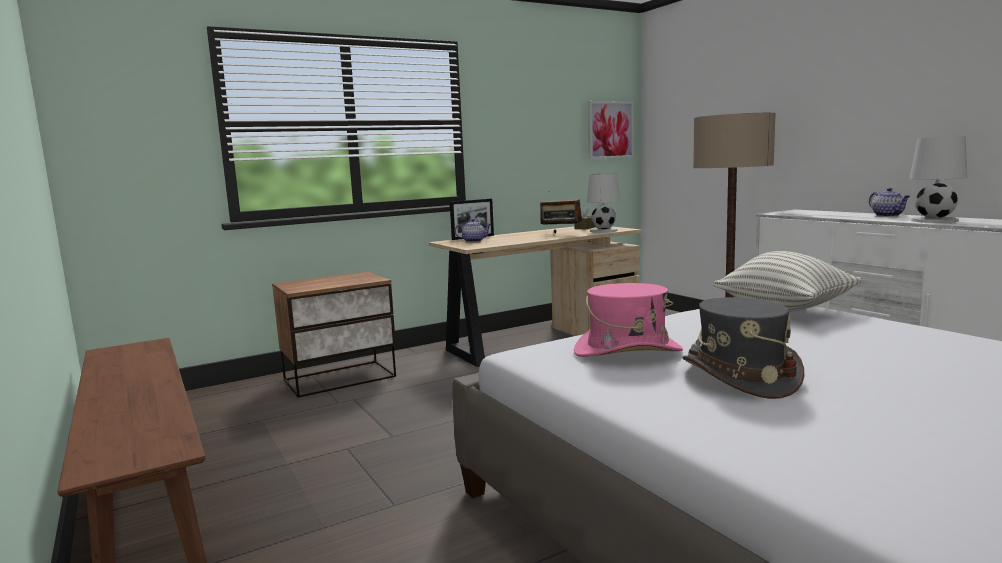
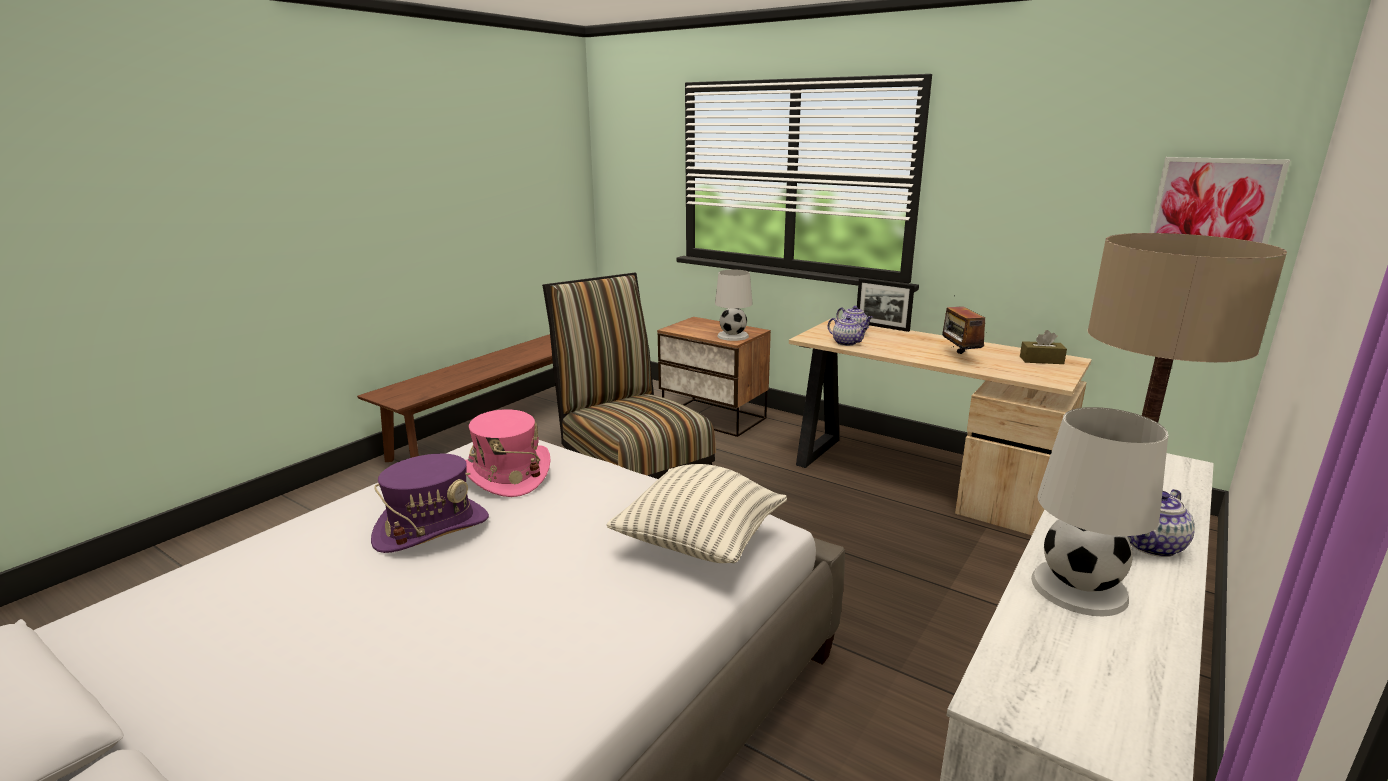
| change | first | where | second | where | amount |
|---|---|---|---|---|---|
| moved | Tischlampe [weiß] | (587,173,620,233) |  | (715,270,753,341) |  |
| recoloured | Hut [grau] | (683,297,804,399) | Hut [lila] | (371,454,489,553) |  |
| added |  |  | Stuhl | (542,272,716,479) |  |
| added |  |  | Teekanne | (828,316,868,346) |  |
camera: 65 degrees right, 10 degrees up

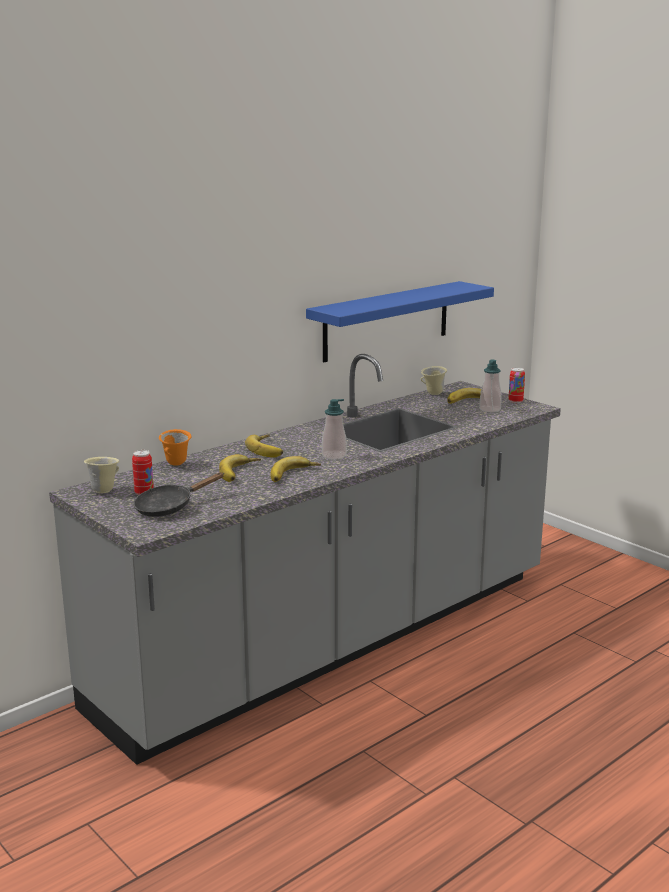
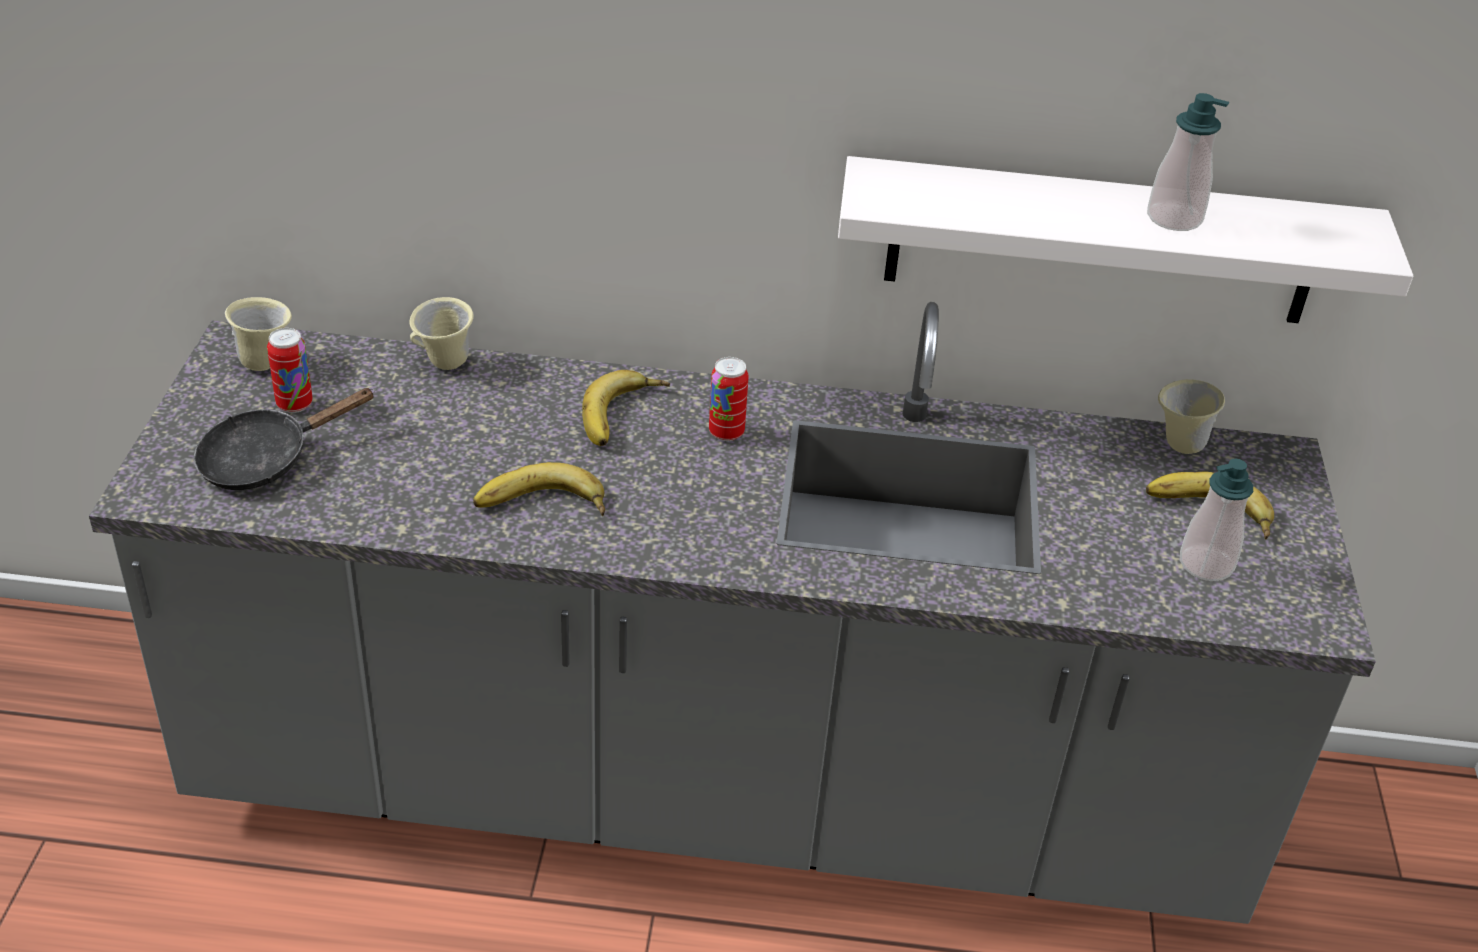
| change | first | where | second | where | amount |
|---|---|---|---|---|---|
| turned | Pfanne [schwarz] | (134,472,223,517) |  | (194,388,375,490) | 45 degrees counterclockwise |
| recoloured | Henkelbecher [orange] | (159,429,191,466) | Henkelbecher [beige] | (410,297,474,370) |  |
| removed | Banane | (219,454,261,482) |  |  |  |
| recoloured | Wandregal [blau] | (306,281,494,362) | Wandregal [weiß] | (838,156,1413,323) |  |
| moved | Seifenspender | (322,399,347,460) |  | (1147,93,1229,231) |  |
| moved | Dose | (508,367,525,403) |  | (709,357,749,441) |  |
camera: 45 degrees right, 20 degrees up

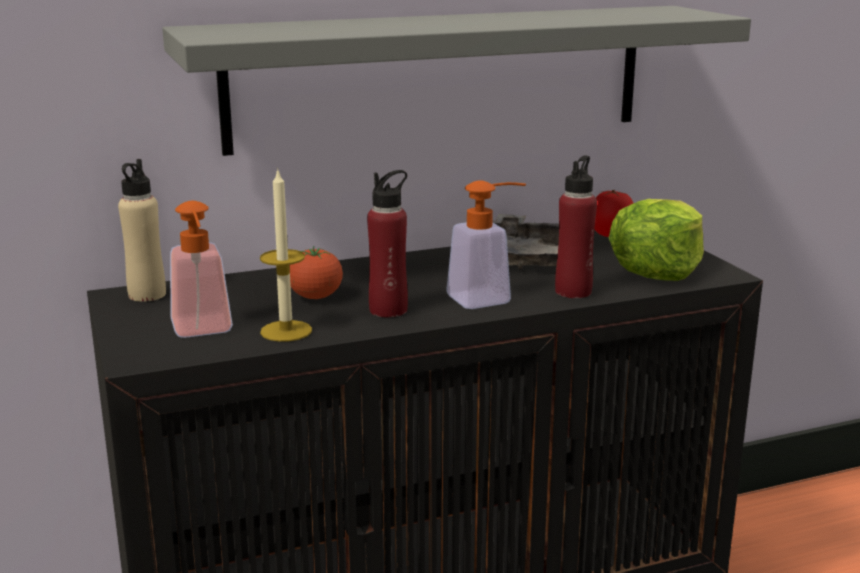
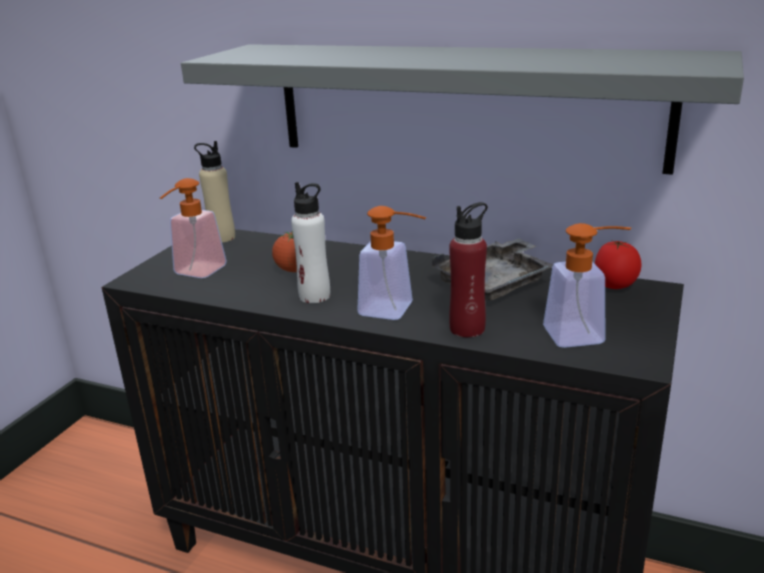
| change | first | where | second | where | amount |
|---|---|---|---|---|---|
| removed | Kerze | (260,168,312,342) |  |  |  |
| recoloured | Flasche [rot] | (367,170,408,317) | Flasche [weiß] | (291,182,330,303) |  |
| replaced | Salatkopf | (608,199,704,281) | Seifenspender | (543,223,631,348) |  |
camera: 45 degrees right, 5 degrees up

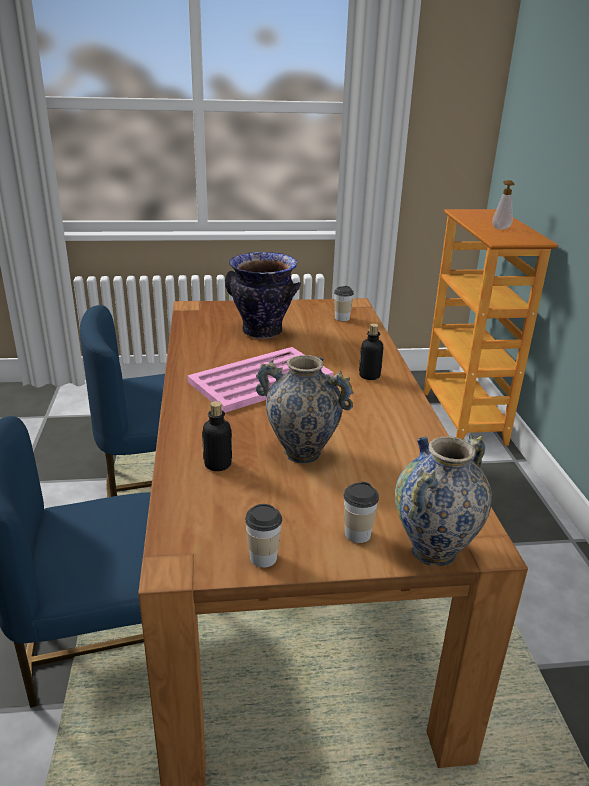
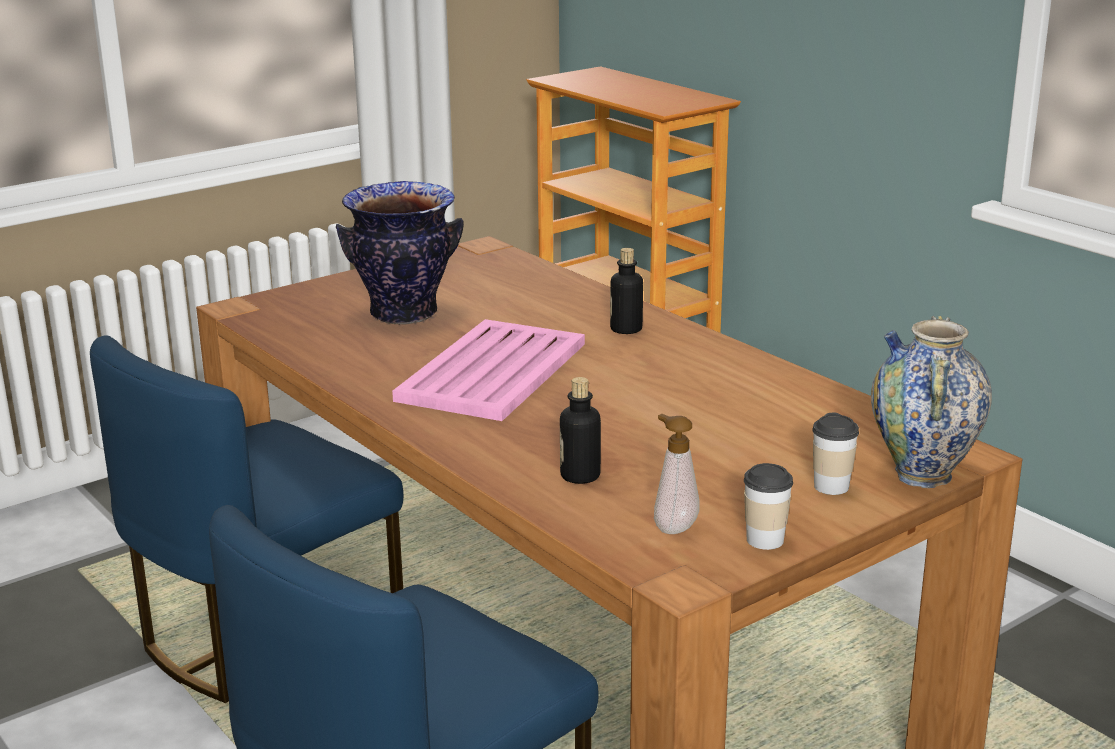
| change | first | where | second | where | amount |
|---|---|---|---|---|---|
| removed | Vase | (256,355,354,464) |  |  |  |
| removed | Tasse | (334,286,354,321) |  |  |  |
| moved | Seifenspender | (492,180,514,230) |  | (654,414,699,534) |  |
camera: 30 degrees left, 5 degrees down

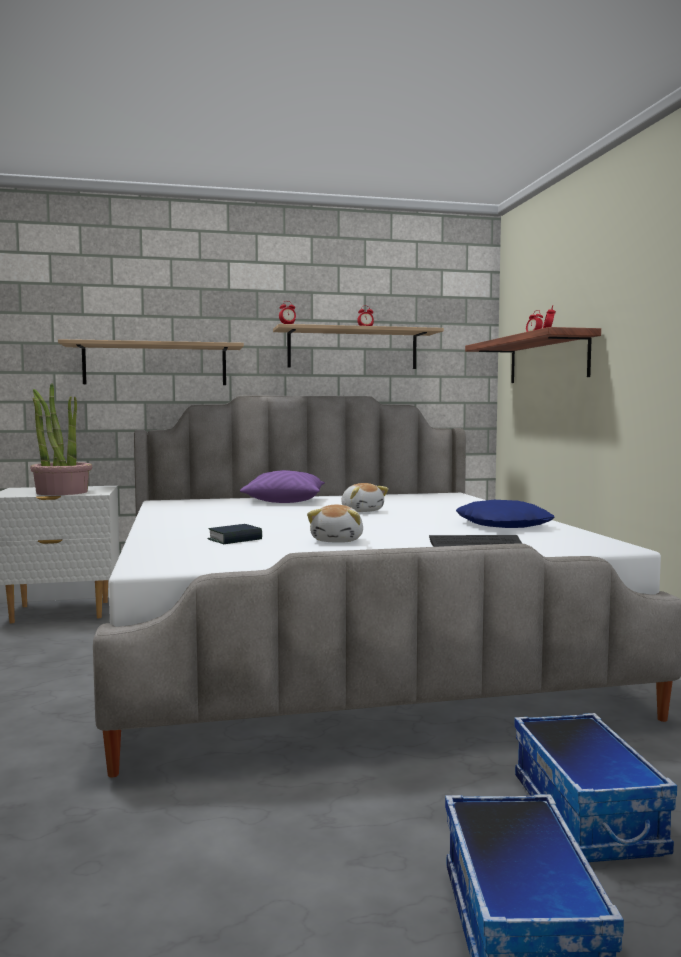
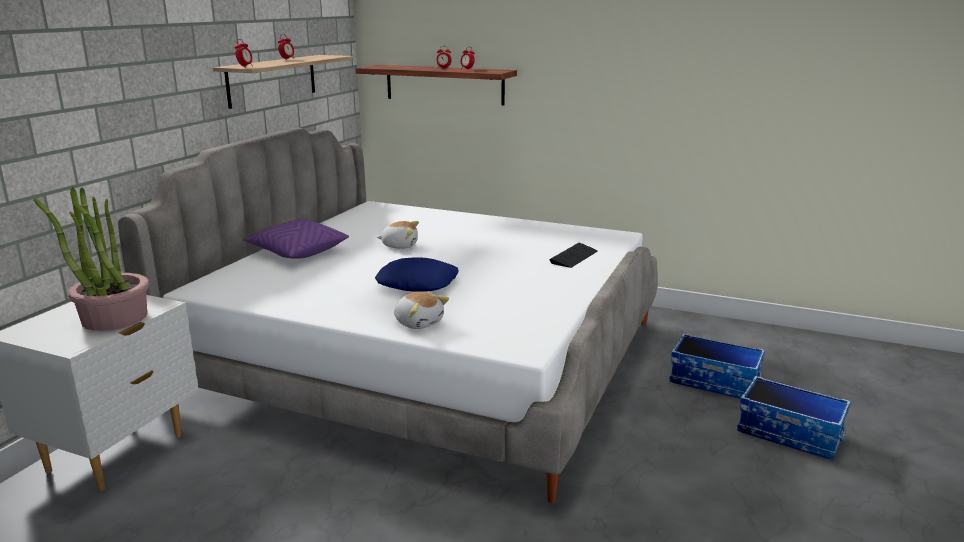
| change | first | where | second | where | amount |
|---|---|---|---|---|---|
| removed | Wandregal | (58,339,244,385) |  |  |  |
| removed | Buch | (208,524,262,544) |  |  |  |
| moved | Plüschtier | (307,505,363,543) |  | (394,292,449,329) |  |
| moved | Kissen [blau] | (456,500,554,528) |  | (375,258,459,292) |  |
camera: 55 degrees left, 15 degrees up

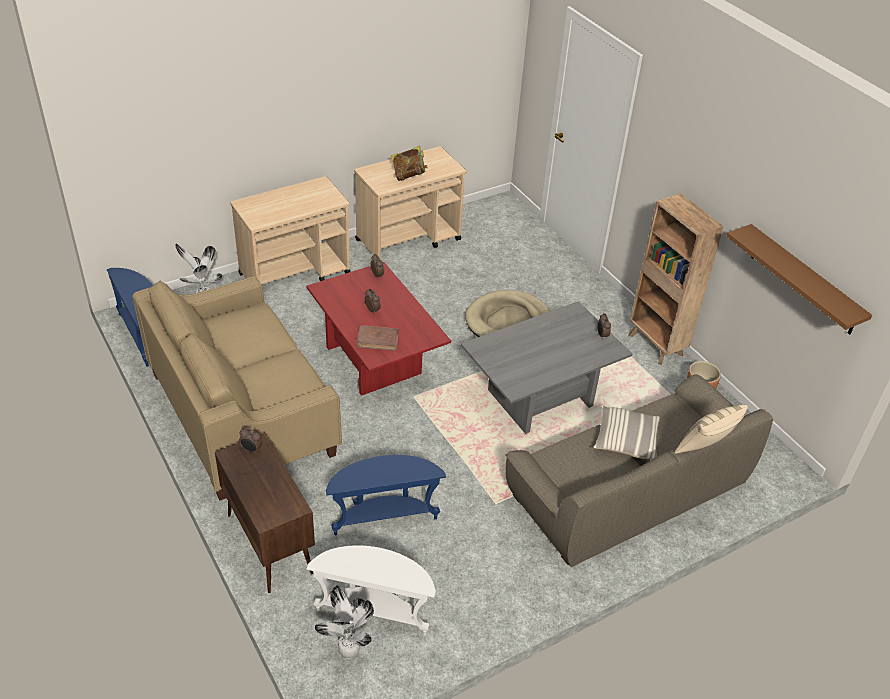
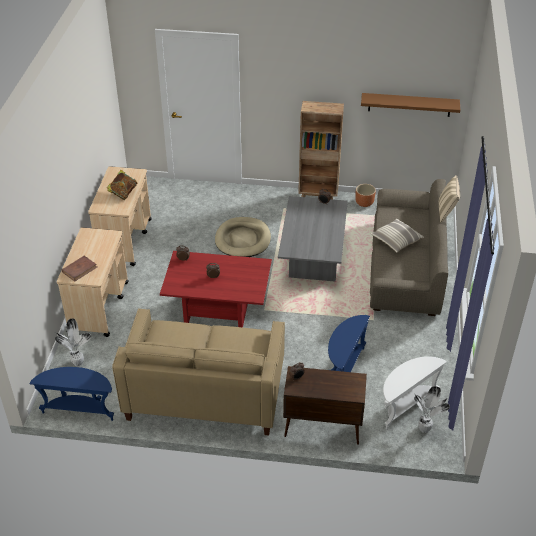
| change | first | where | second | where | amount |
|---|---|---|---|---|---|
| moved | Buch [braun] | (356,325,399,351) |  | (62,256,97,282) |  |
camera: 50 degrees left, 0 degrees up

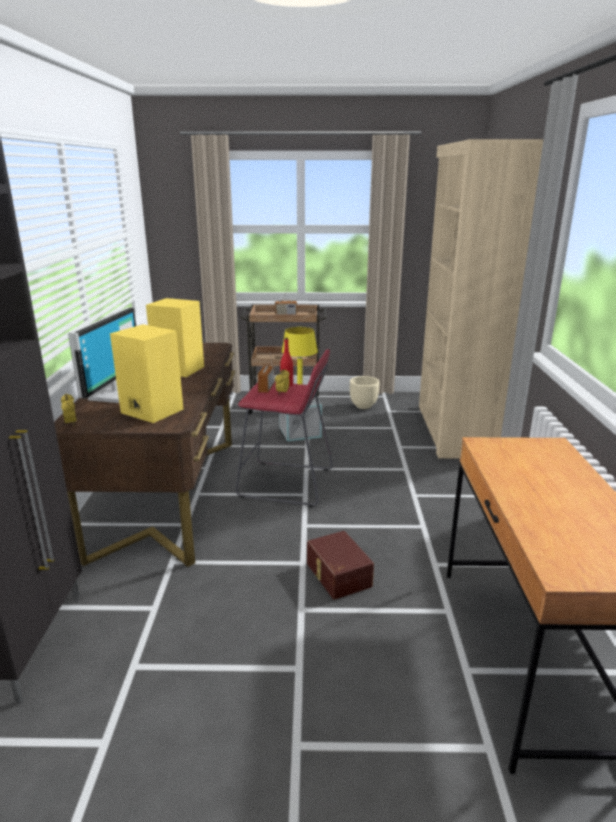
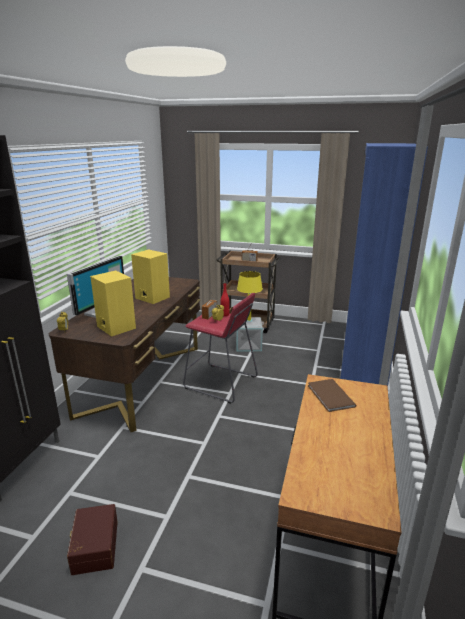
| change | first | where | second | where | amount |
|---|---|---|---|---|---|
| moved | Aufbewahrungsbox [braun] | (307,531,374,600) |  | (67,504,118,575) |  |
| removed | Pflanzkübel [beige] | (350,376,380,409) |  |  |  |
| recoloured | Bücherregal [beige] | (419,139,544,458) | Bücherregal [blau] | (340,143,428,386) |  |
| added |  |  | Buch [braun] | (308,379,357,412) |  |
camera: 15 degrees right, 0 degrees up

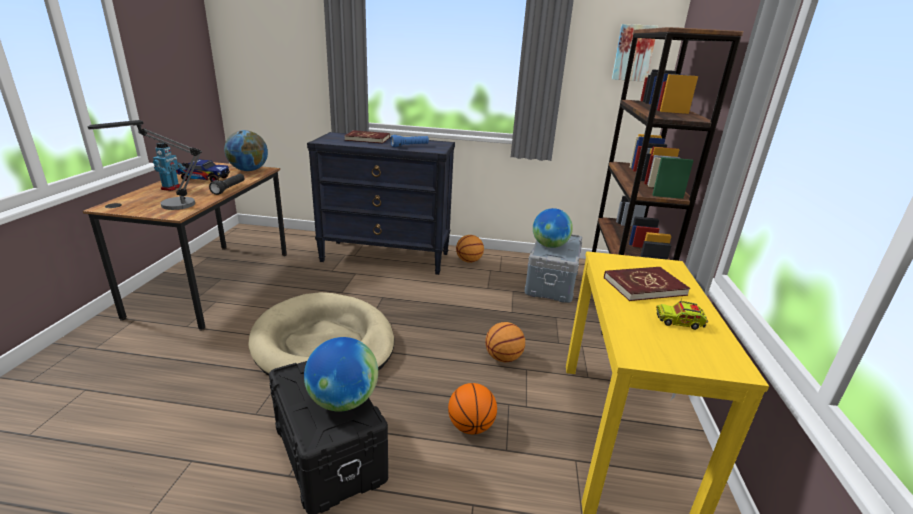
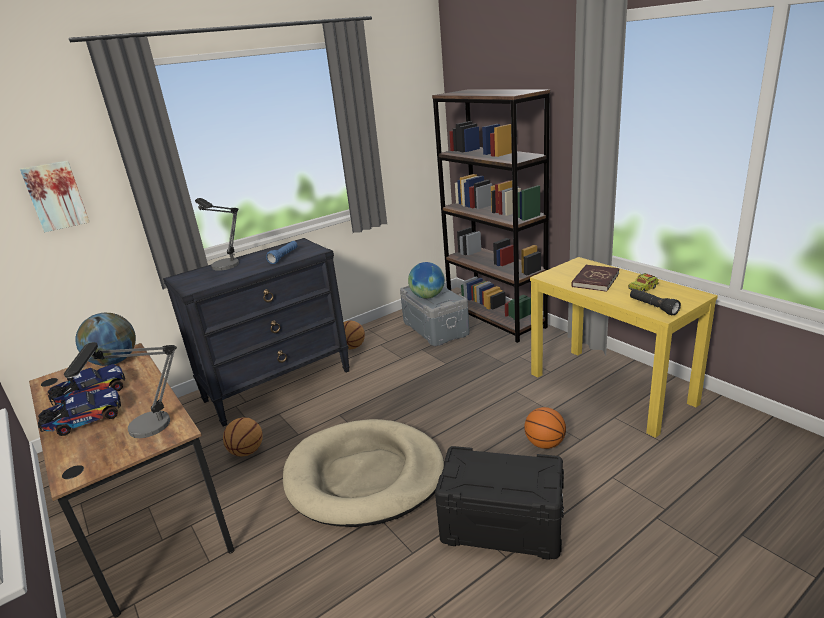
| change | first | where | second | where | amount |
|---|---|---|---|---|---|
| replaced | Spielzeugroboter | (153,142,186,191) | Spielzeuglaster | (38,387,121,436) |  |
| moved | Taschenlampe [schwarz] | (209,174,245,195) |  | (630,289,681,315) |  |
| removed | Globus | (304,337,378,412) |  |  |  |
| replaced | Buch [rot] | (344,130,390,144) | Tischlampe | (195,198,239,271) |  |
| moved | Basketball | (485,322,525,363) |  | (223,417,263,457) |  |
| moved | Bild | (612,24,658,82) |  | (20,161,90,232) |  |
camera: 40 degrees left, 0 degrees up

